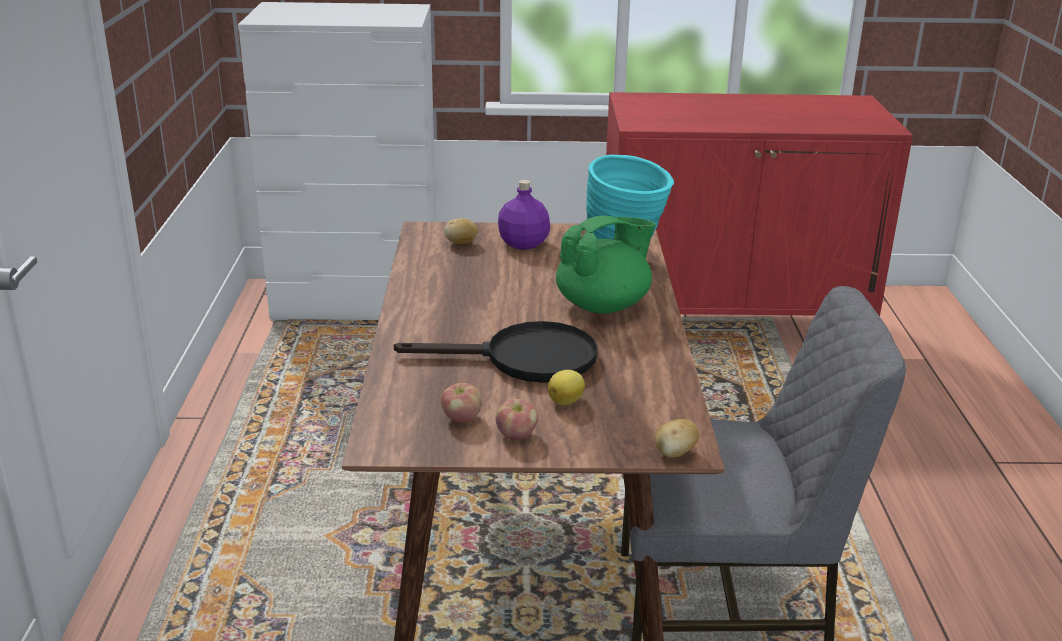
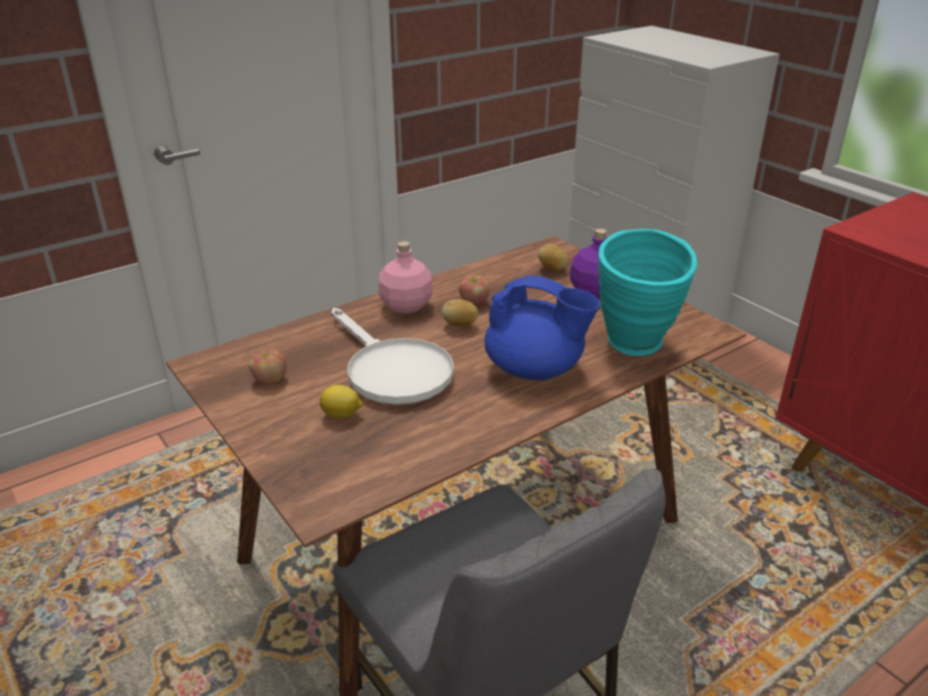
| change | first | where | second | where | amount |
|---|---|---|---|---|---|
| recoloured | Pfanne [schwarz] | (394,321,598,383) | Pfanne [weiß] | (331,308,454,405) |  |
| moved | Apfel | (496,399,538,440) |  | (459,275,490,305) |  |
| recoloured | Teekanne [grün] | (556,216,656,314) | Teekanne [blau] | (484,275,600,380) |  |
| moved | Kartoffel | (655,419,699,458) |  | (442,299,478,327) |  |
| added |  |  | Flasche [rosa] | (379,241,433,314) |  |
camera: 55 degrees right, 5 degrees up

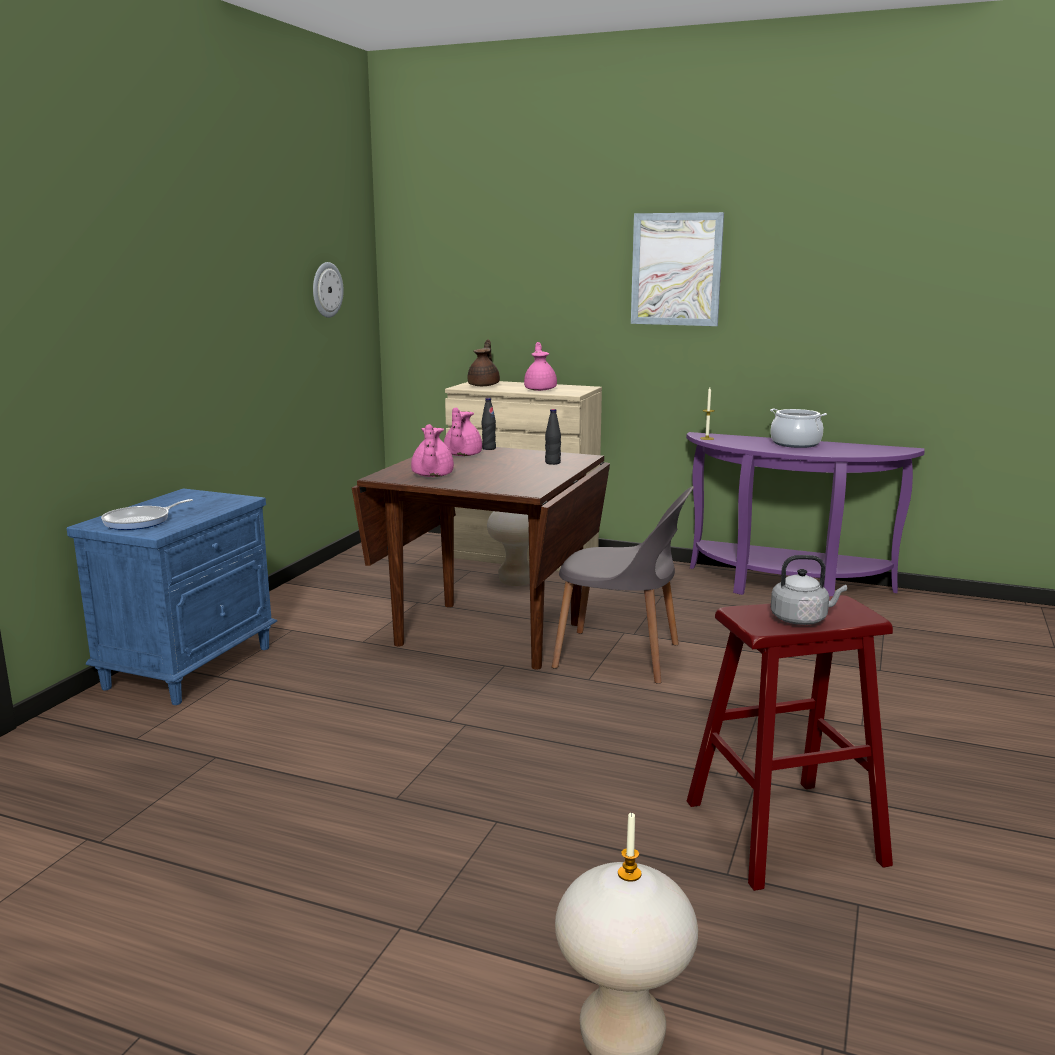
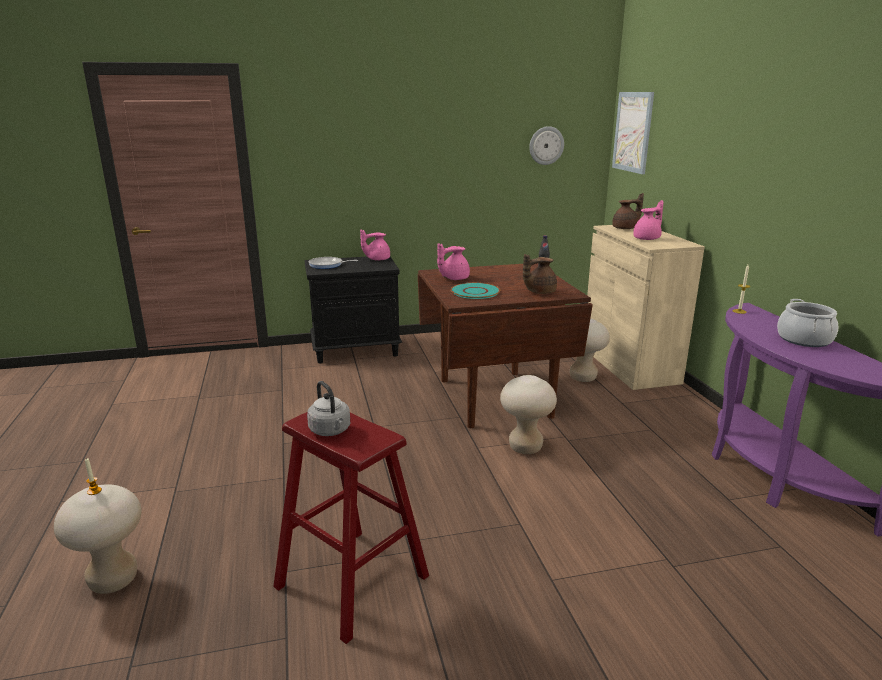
| change | first | where | second | where | amount |
|---|---|---|---|---|---|
| recoloured | Nachttisch [blau] | (66,488,277,705) | Nachttisch [schwarz] | (305,257,402,363) |  |
| moved | Teekanne [rosa] | (444,408,482,456) |  | (360,230,390,261) |  |
| replaced | Flasche [schwarz] | (545,409,561,465) | Teekanne [braun] | (523,254,557,294) |  |
| replaced | Stuhl [grau] | (552,486,694,684) | Hocker [beige] | (500,375,557,454) |  |
| moved | Bild | (631,212,724,326) |  | (612,92,654,174) |  |
| added |  |  | Teller [türkis] | (451,283,500,299) |  |
camera: 55 degrees right, 5 degrees up

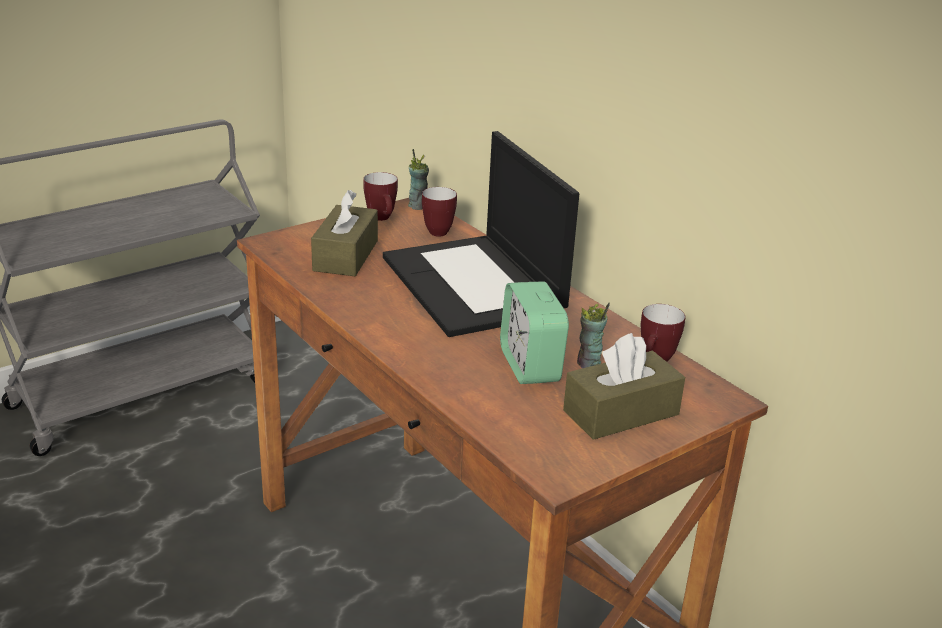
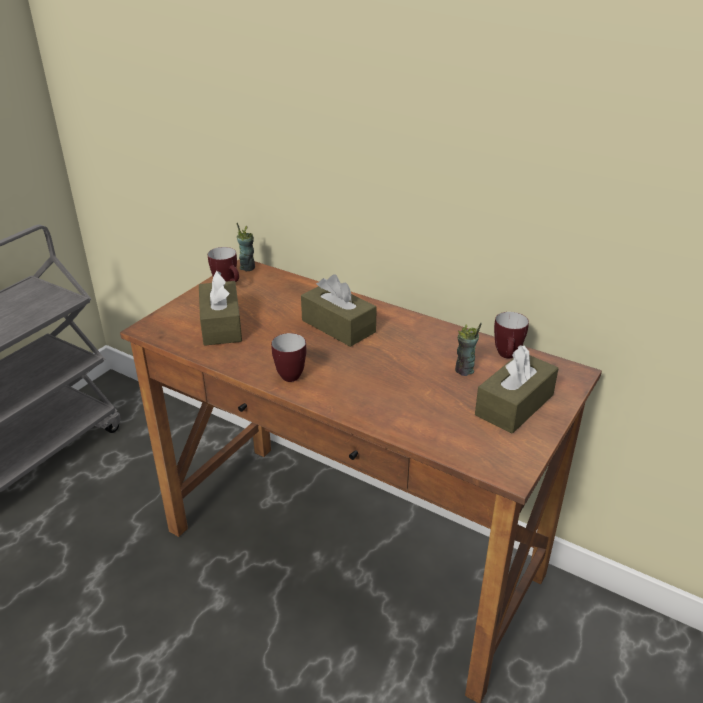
| change | first | where | second | where | amount |
|---|---|---|---|---|---|
| replaced | Laptop | (383,131,579,337) | Taschentuchbox [braun] | (301,274,377,347) |  |
| moved | Henkelbecher | (422,187,457,237) |  | (271,333,306,382) |  |
| removed | Wecker | (500,281,569,384) |  |  |  |
camera: 20 degrees left, 5 degrees up

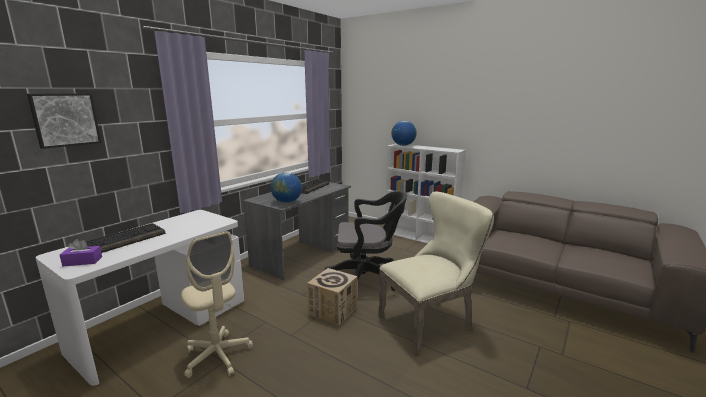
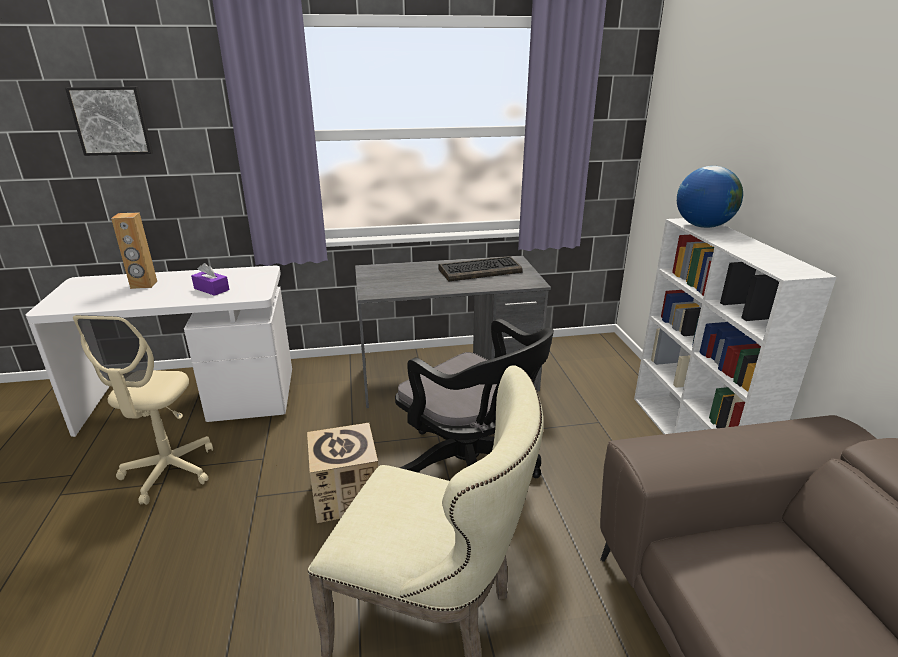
| change | first | where | second | where | amount |
|---|---|---|---|---|---|
| moved | Taschentuchbox [lila] | (60,239,102,266) |  | (191,263,229,296) |  |
| replaced | Tastatur | (85,223,165,253) | Lautsprecher [braun] | (111,212,157,289) |  |
| removed | Globus | (271,172,302,203) |  |  |  |
camera: 45 degrees right, 10 degrees up

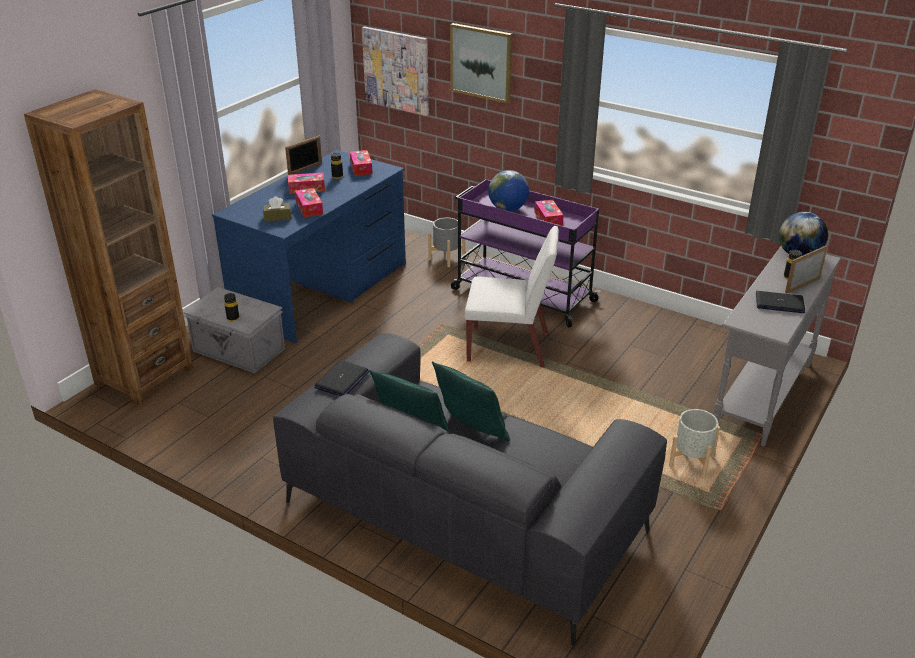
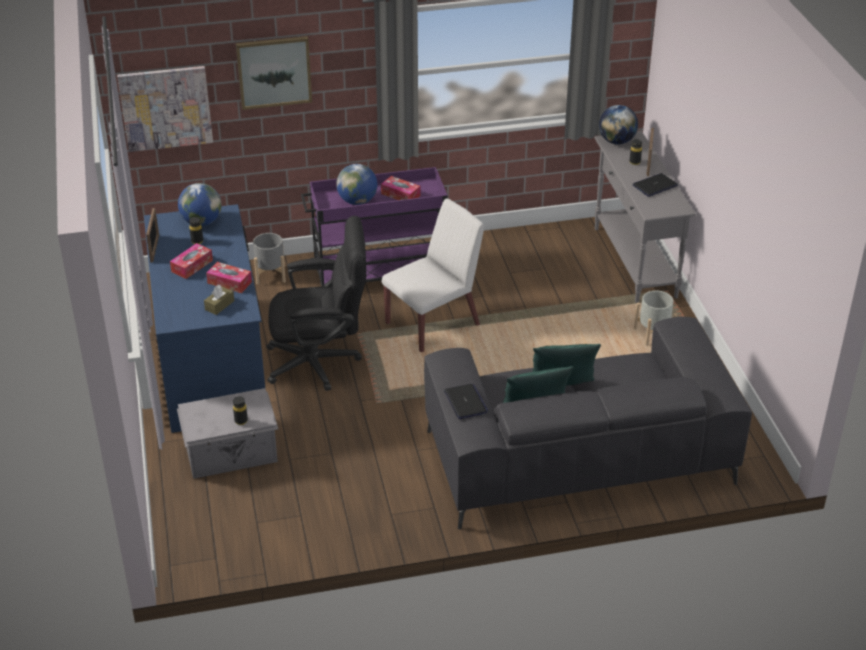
| change | first | where | second | where | amount |
|---|---|---|---|---|---|
| removed | Bücherregal [braun] | (24,89,193,405) |  |  |  |
| replaced | Taschentuchbox | (350,150,373,176) | Globus | (178,183,222,226) |  |
| added |  |  | Bürostuhl [schwarz] | (266,216,366,391) |  |
camera: 45 degrees left, 5 degrees up

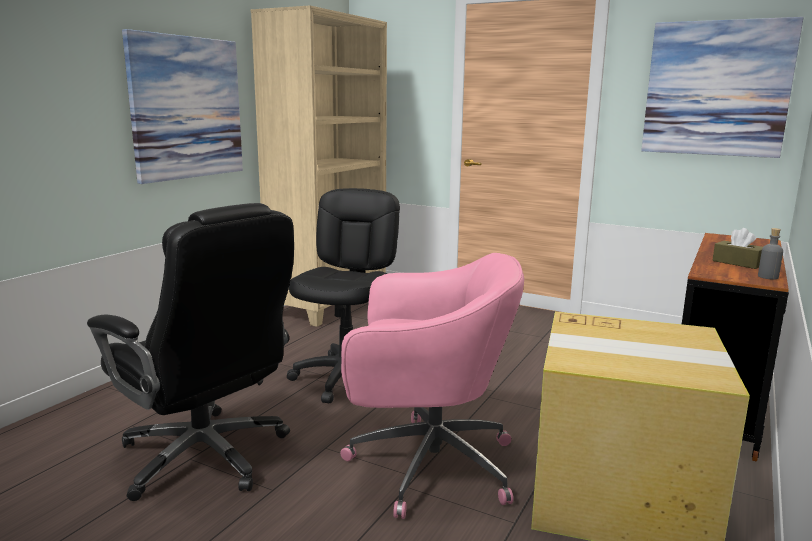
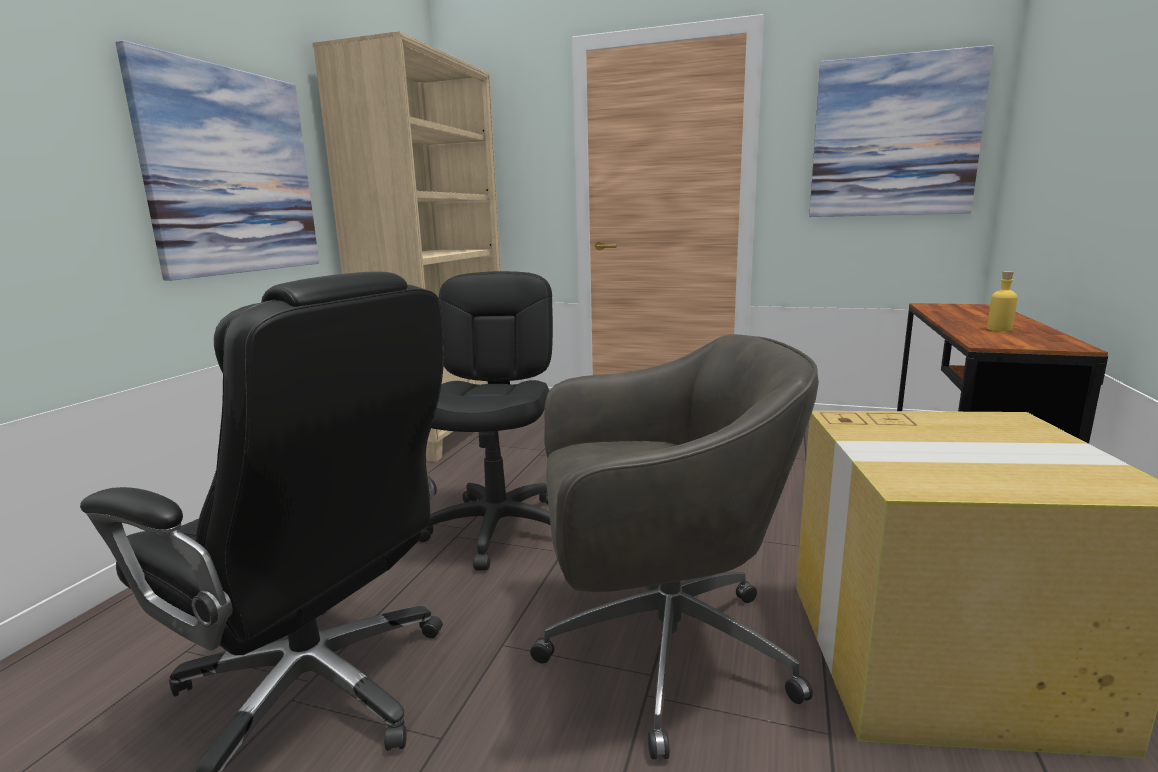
| change | first | where | second | where | amount |
|---|---|---|---|---|---|
| recoloured | Bürostuhl [rosa] | (340,253,524,519) | Bürostuhl [grau] | (530,334,819,760) |  |
| replaced | Taschentuchbox [braun] | (712,228,763,269) | Flasche [gelb] | (987,271,1018,331) |  |
| removed | Flasche [grau] | (758,228,783,280) |  |  |  |
camera: 10 degrees left, 0 degrees up

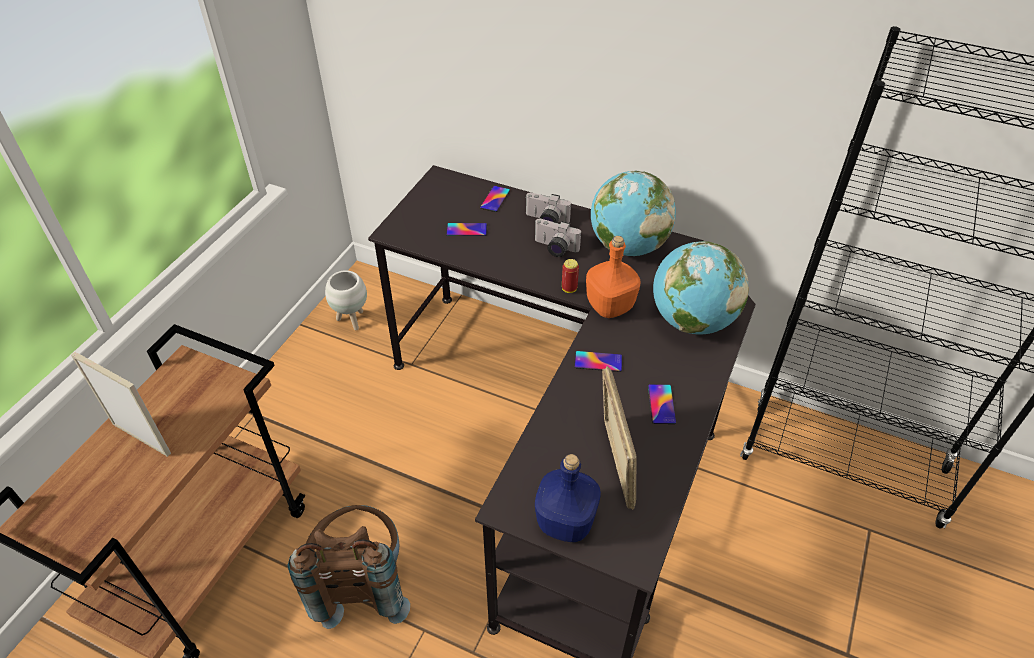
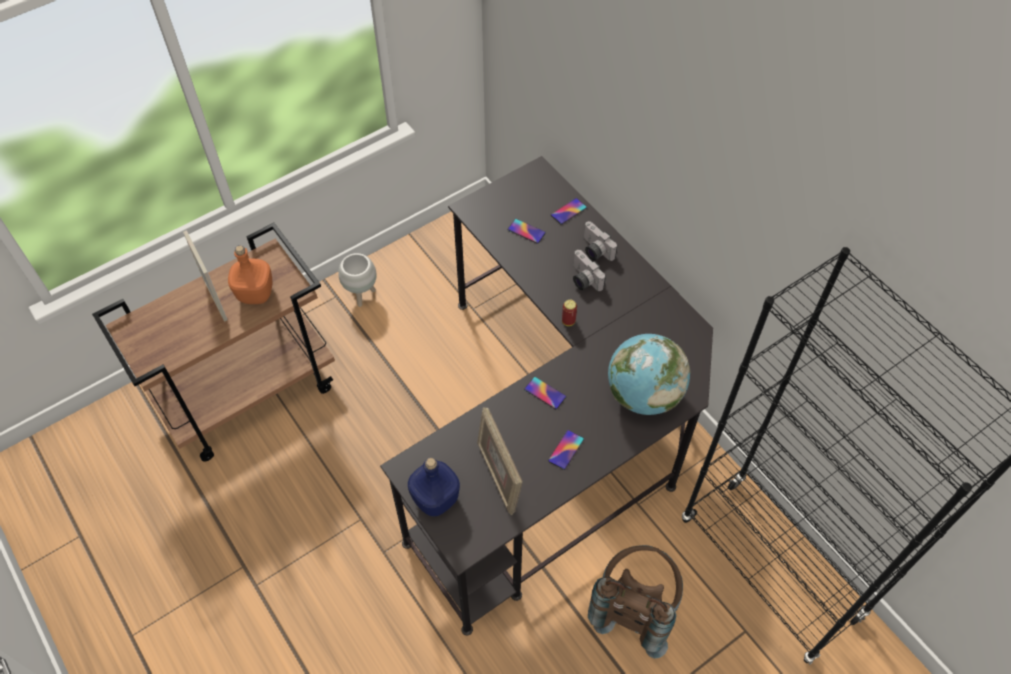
| change | first | where | second | where | amount |
|---|---|---|---|---|---|
| moved | Rucksack [braun] | (288,505,410,629) |  | (588,545,683,659) |  |
| moved | Pflanzkübel [weiß] | (325,270,367,330) |  | (338,253,377,307) |  |
| moved | Flasche [orange] | (586,236,641,318) |  | (228,245,272,304) |  |
| removed | Globus | (591,170,676,256) |  |  |  |
| turned | Bilderrahmen | (602,366,637,510) |  | (477,407,522,515) | 135 degrees clockwise |
camera: 30 degrees right, 10 degrees up

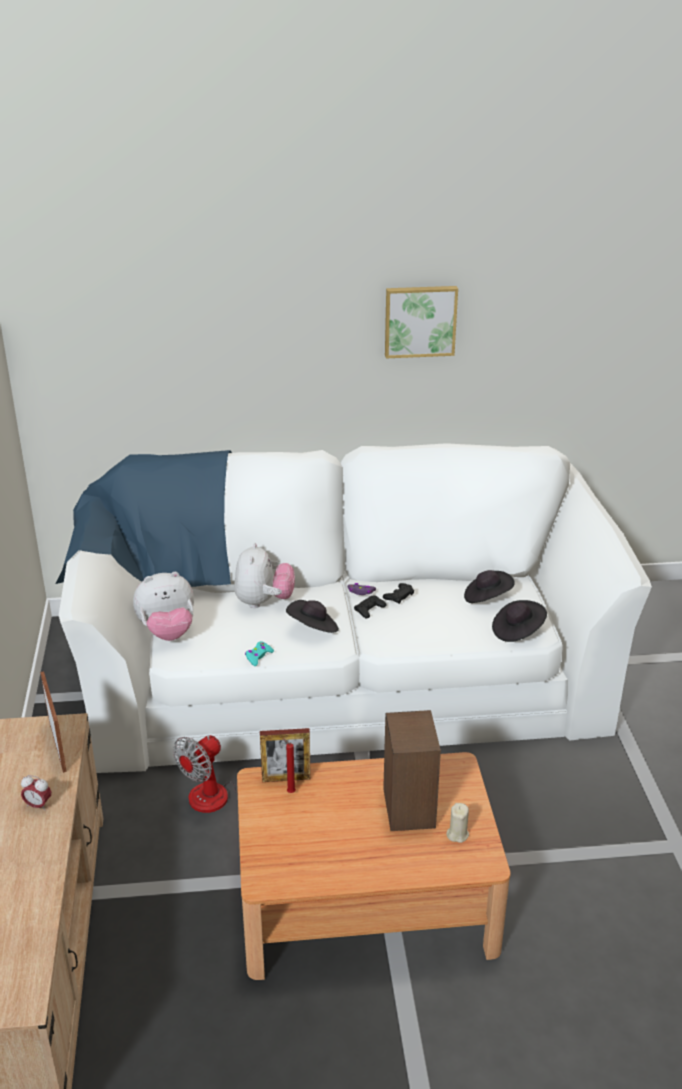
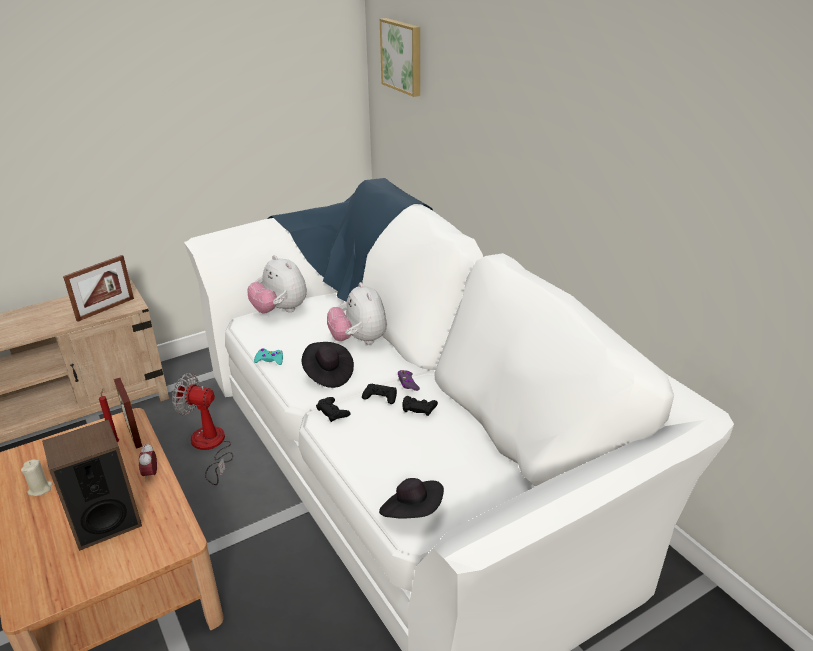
| change | first | where | second | where | amount |
|---|---|---|---|---|---|
| moved | Wecker | (21,775,51,811) |  | (139,443,157,480) |  |
| turned | Plüschtier | (234,543,295,608) |  | (327,282,387,345) | 90 degrees clockwise |
| moved | Bild | (385,286,458,358) |  | (380,18,420,97) |  |
| moved | Kerze [beige] | (447,803,469,843) |  | (21,459,53,496) |  |
| removed | Hut [schwarz] | (464,570,515,603) |  |  |  |
| added |  |  | Gamepad [schwarz] | (316,397,351,422) |  |
camera: 65 degrees right, 0 degrees up

